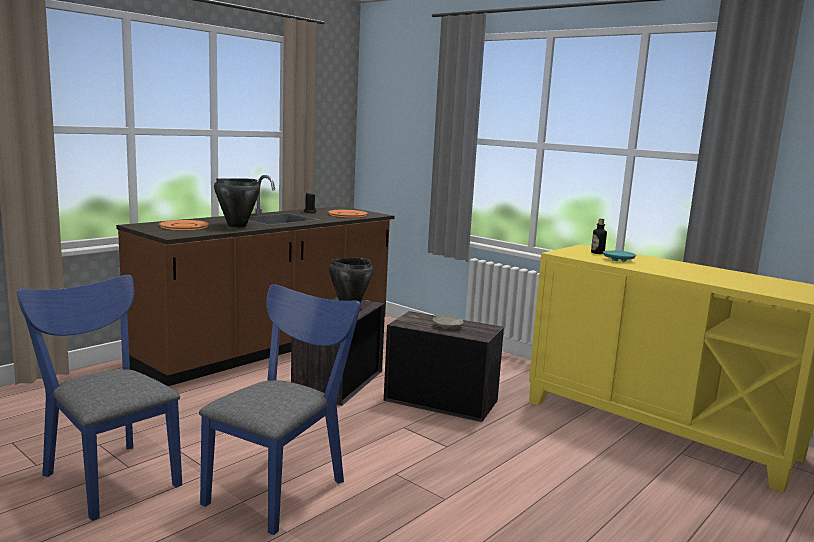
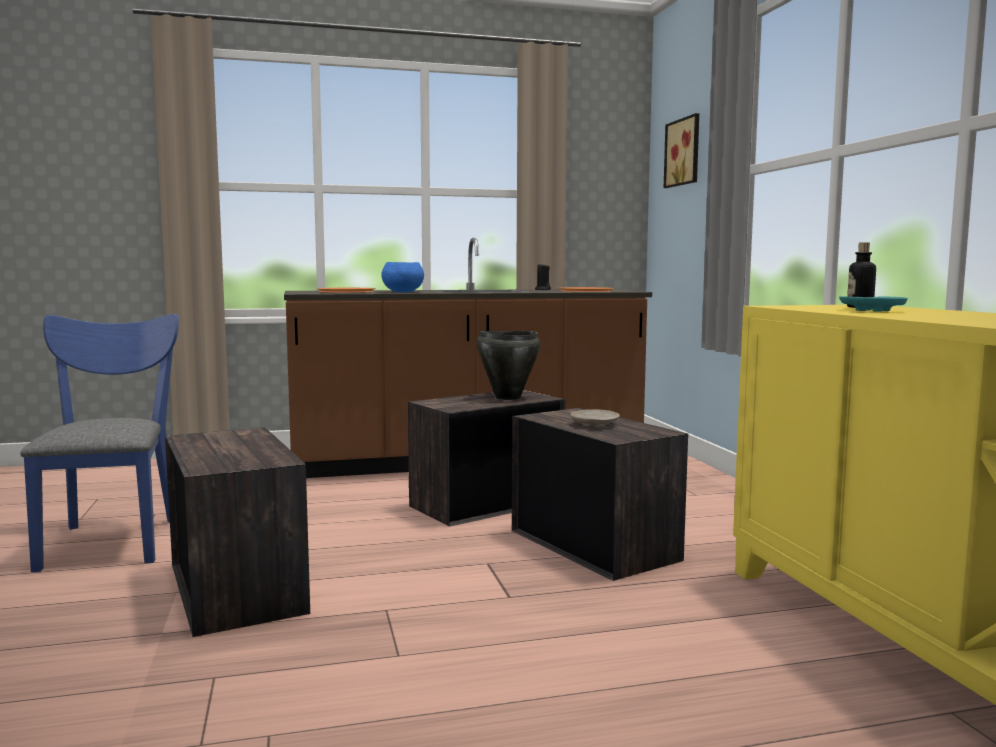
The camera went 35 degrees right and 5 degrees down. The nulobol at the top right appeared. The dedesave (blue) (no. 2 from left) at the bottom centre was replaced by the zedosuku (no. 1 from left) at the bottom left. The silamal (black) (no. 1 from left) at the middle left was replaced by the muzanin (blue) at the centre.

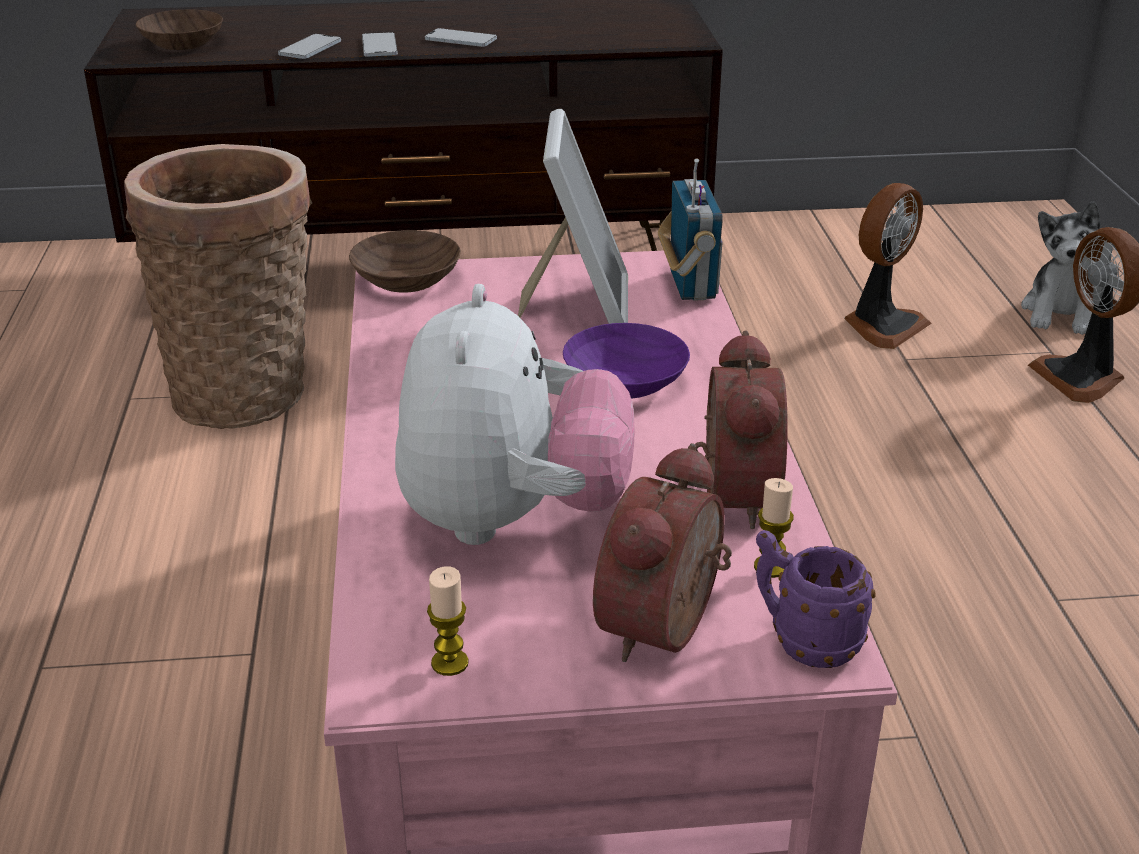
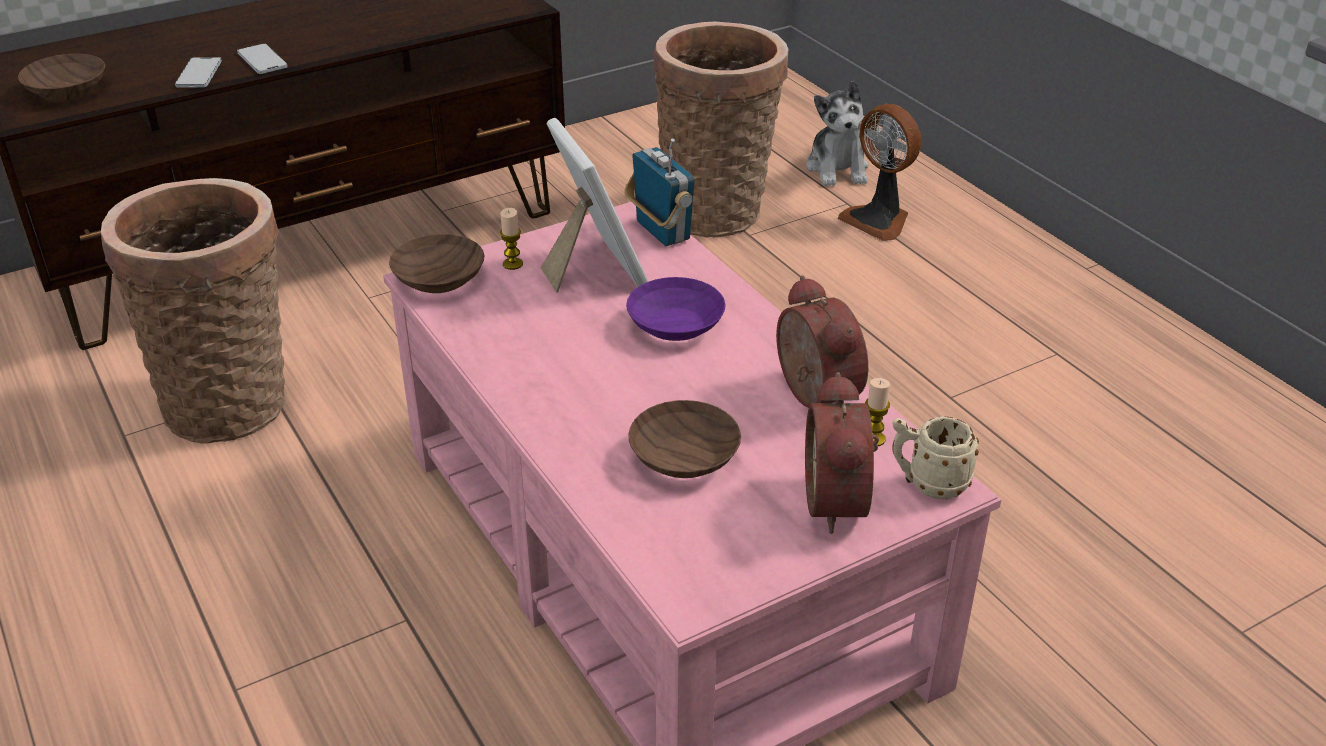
The camera went 25 degrees left and 5 degrees up. The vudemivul (no. 3 from left) at the top centre disappeared. The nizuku (no. 1 from left) moved from the bottom centre to the top centre. The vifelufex (no. 1 from left) at the centre was replaced by the muzanin (brown) (no. 3 from left) at the centre. The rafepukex (no. 1 from left) at the top right was replaced by the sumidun (no. 2 from left) at the top centre. The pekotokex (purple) at the bottom right became the pekotokex (beige) at the middle right.

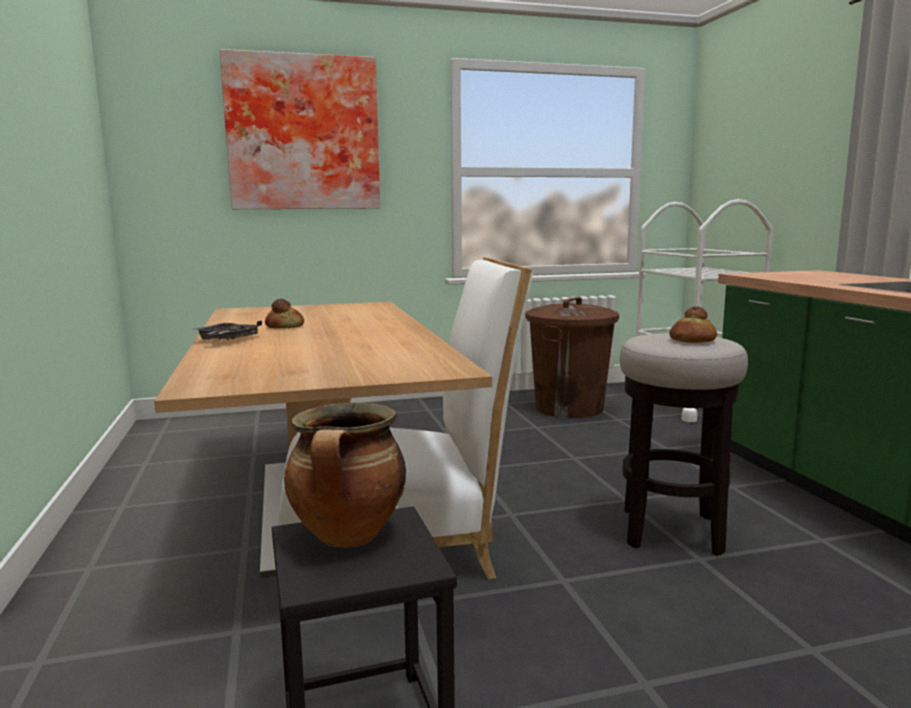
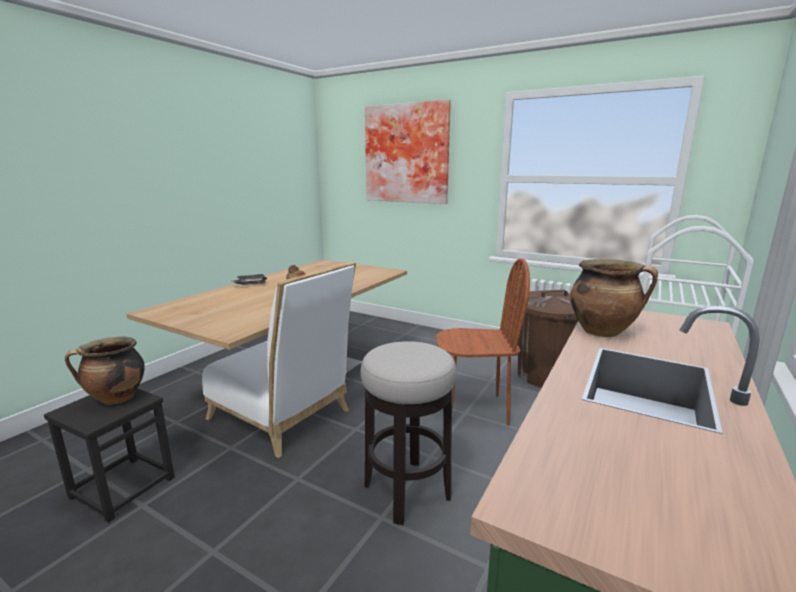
The camera went 45 degrees right and 5 degrees up. The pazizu (no. 2 from left) at the middle right disappeared. The dedesave (brown) at the centre appeared. The silamal (no. 2 from left) at the middle right appeared.

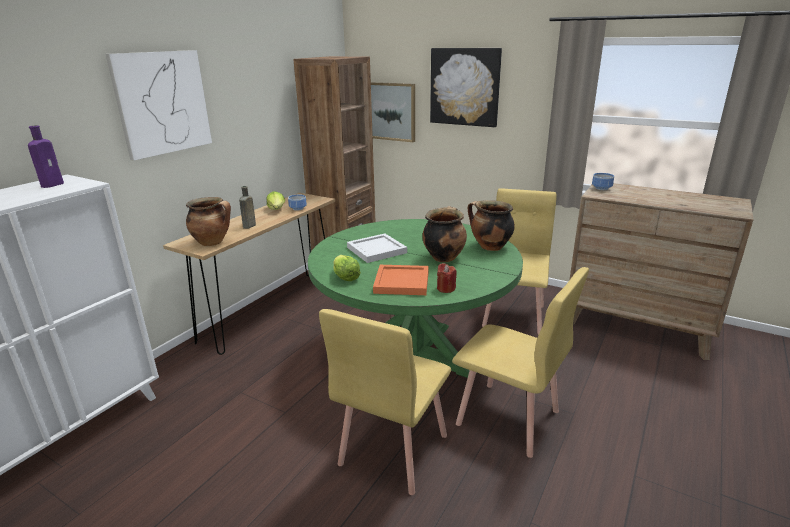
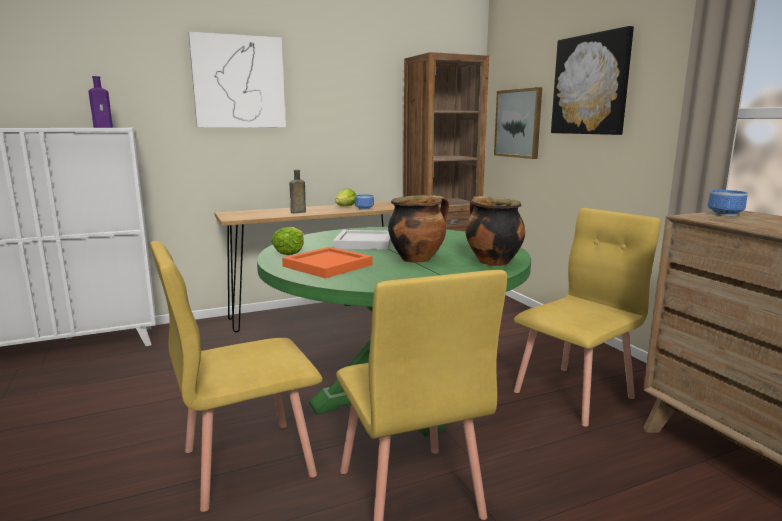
The camera went 35 degrees right and 10 degrees down. The silamal (no. 1 from left) at the middle left disappeared. The nizuku (red) at the centre disappeared.

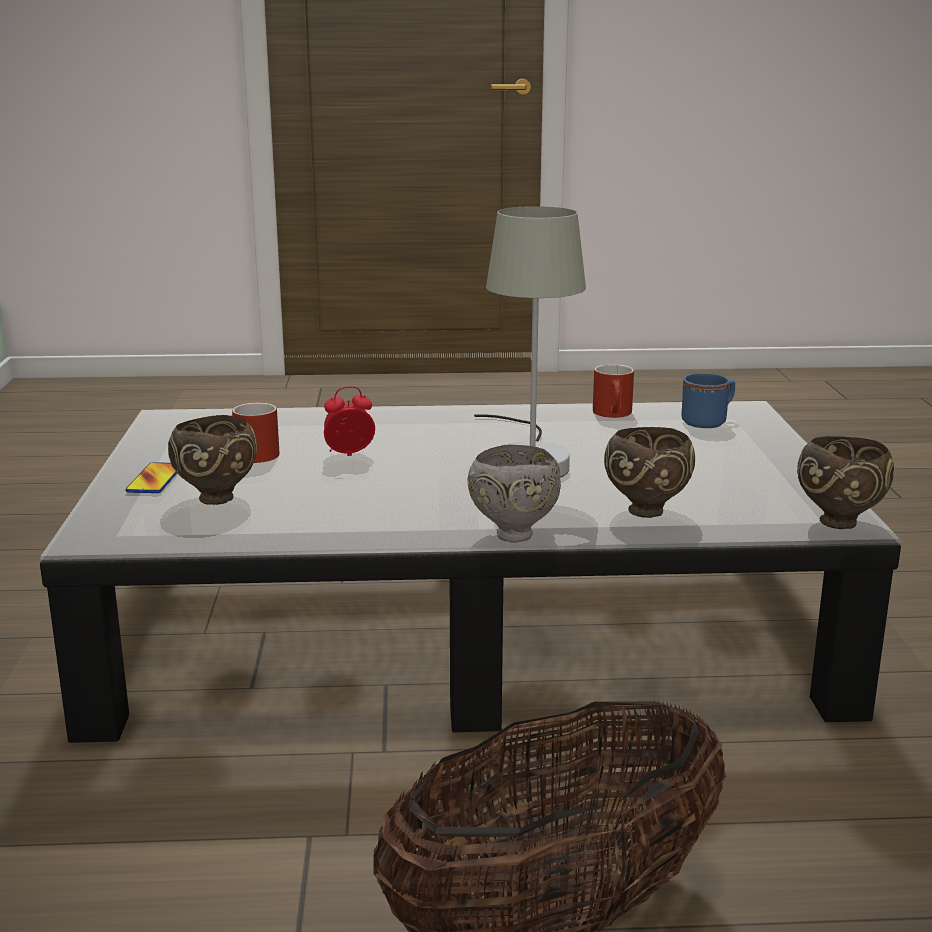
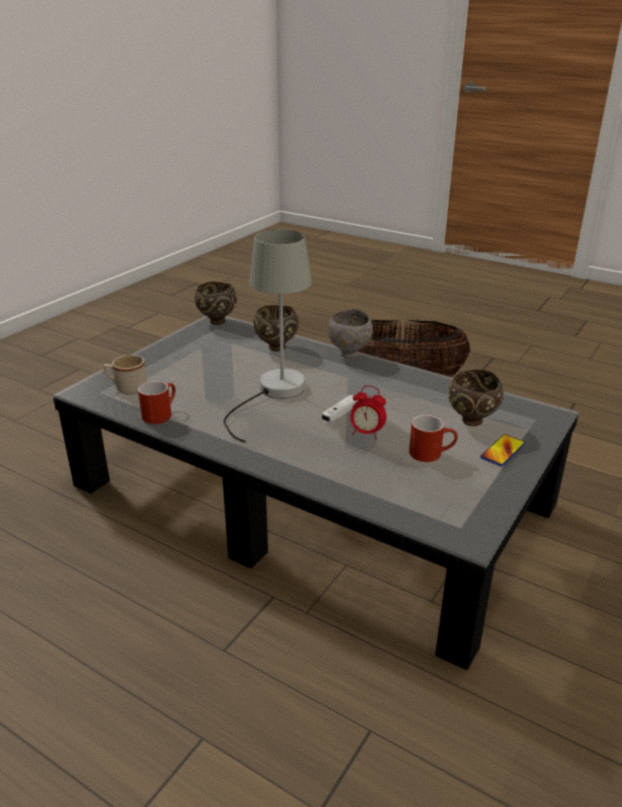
The camera went 145 degrees left and 10 degrees up. The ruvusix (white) at the centre appeared. The pekotokex (blue) at the middle right became the pekotokex (beige) at the middle left.

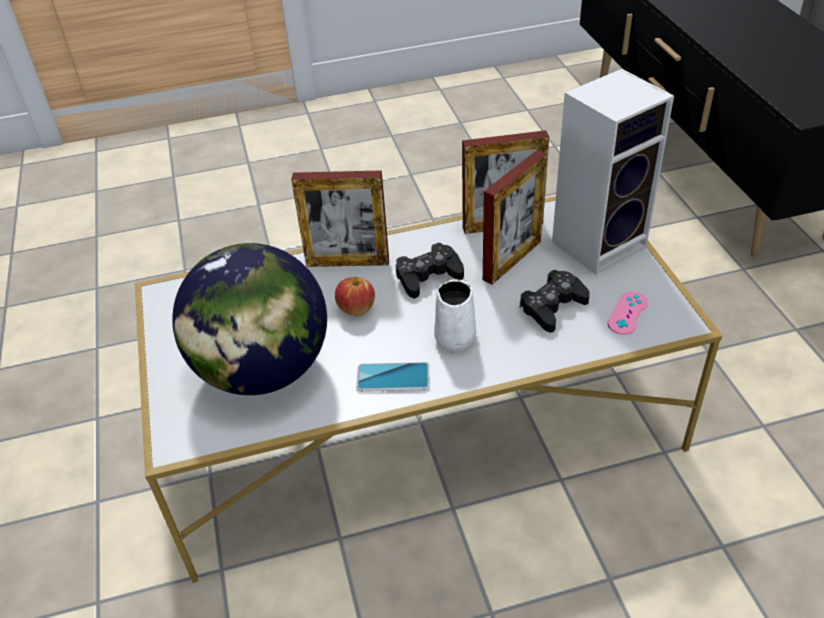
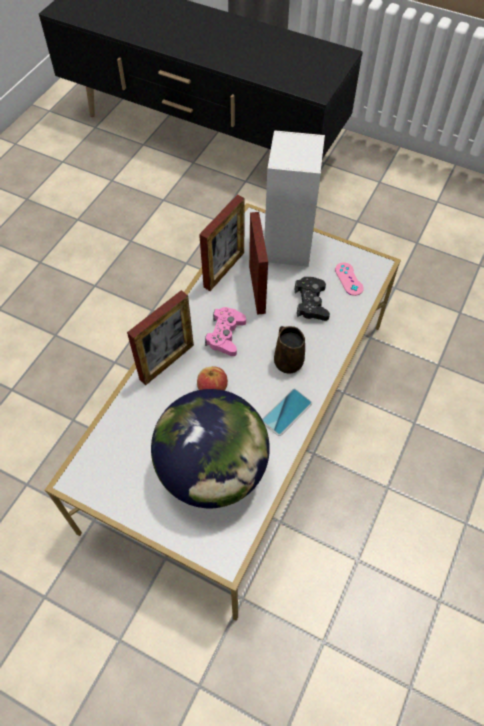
The camera went 50 degrees left and 15 degrees up. The ruvusix (black) (no. 1 from left) at the centre became the ruvusix (pink) (no. 1 from left) at the centre. The pekotokex (white) at the centre became the pekotokex (brown) at the centre.

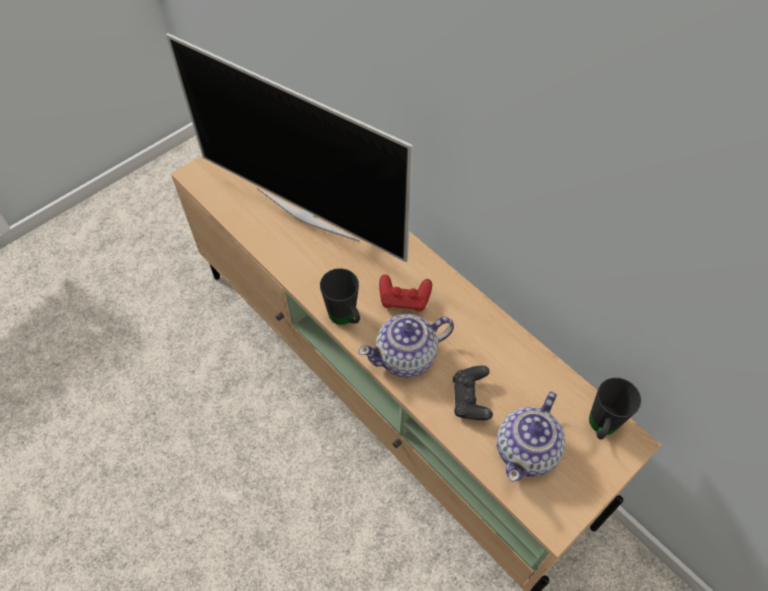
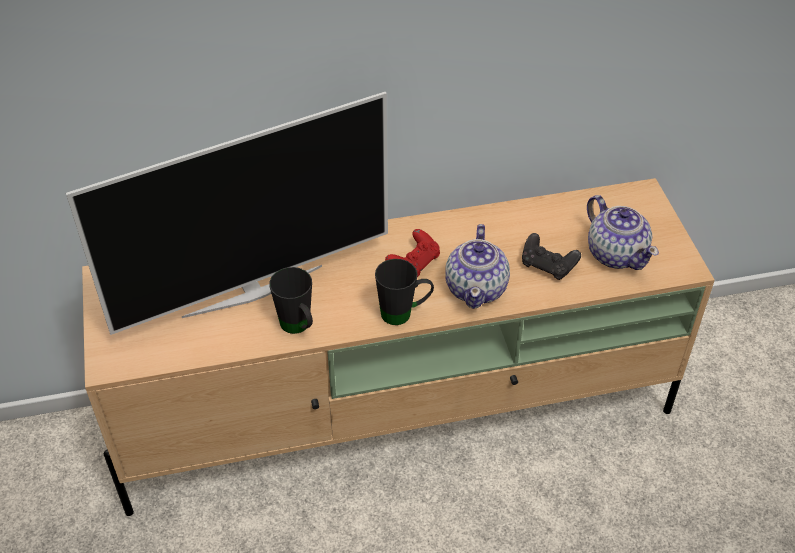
The camera went 60 degrees left and 10 degrees down. The pekotokex (black) (no. 2 from left in the first image) moved from the bottom right to the centre.

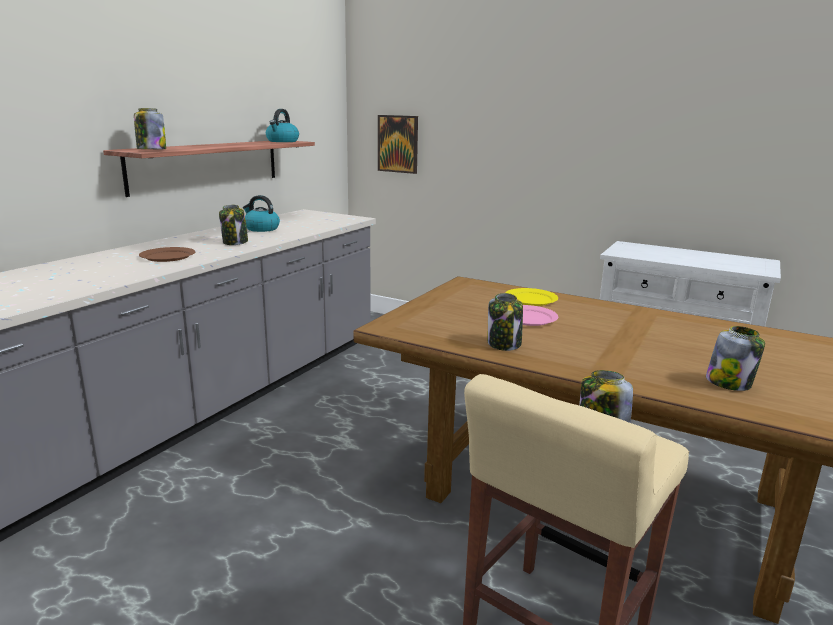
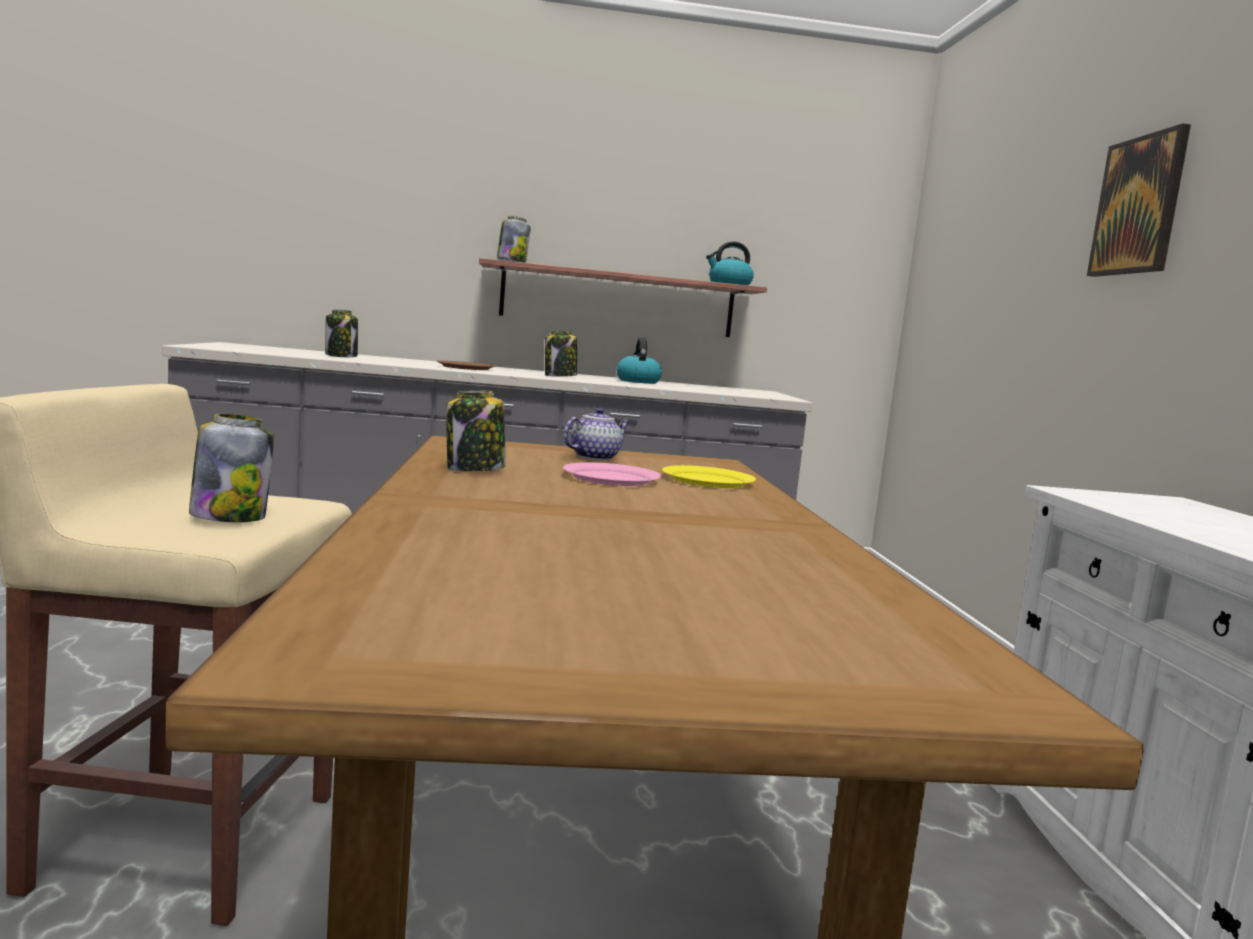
The camera went 55 degrees right and 10 degrees down. The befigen at the centre appeared. The nulobol moved from the top centre to the top right. The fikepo (no. 5 from left in the first image) moved from the middle right to the middle left.

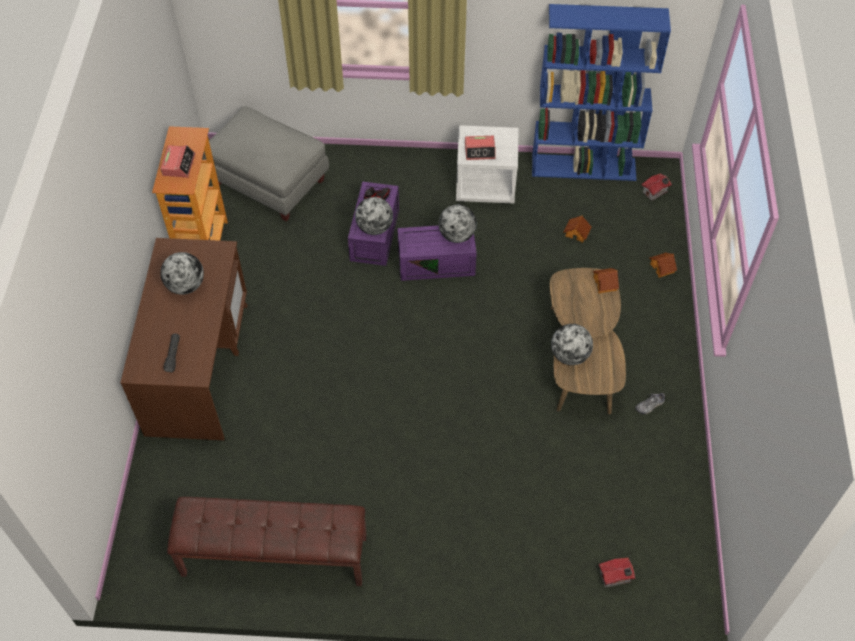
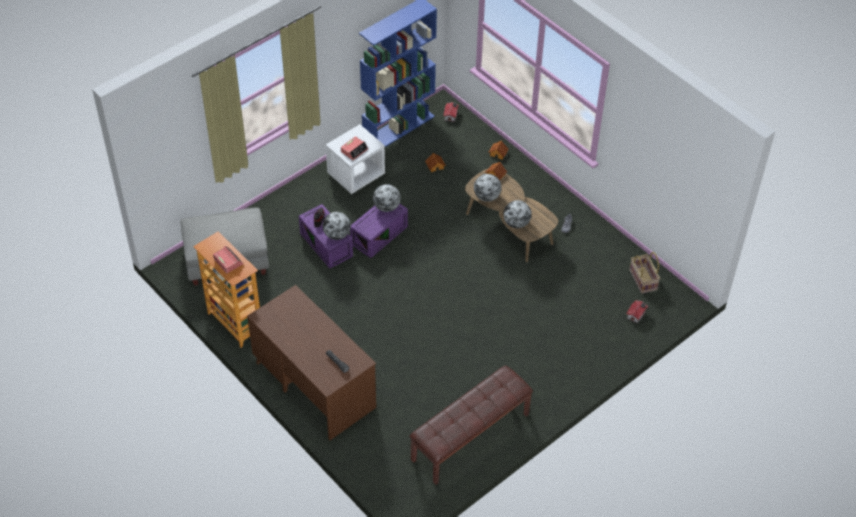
The camera went 45 degrees left and 5 degrees down. The sumidun at the middle right appeared. The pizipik (no. 1 from left in the first image) moved from the middle left to the centre.

